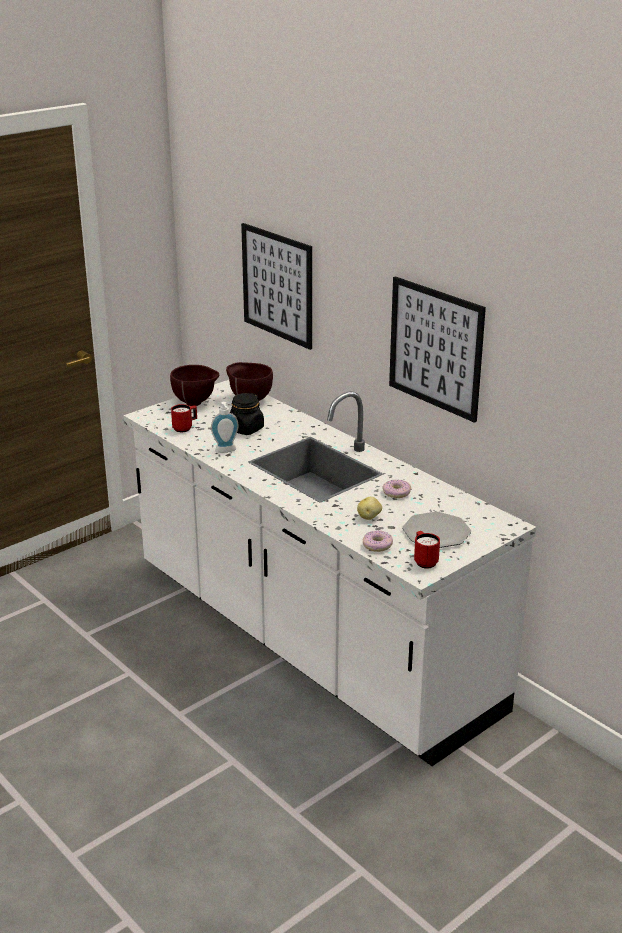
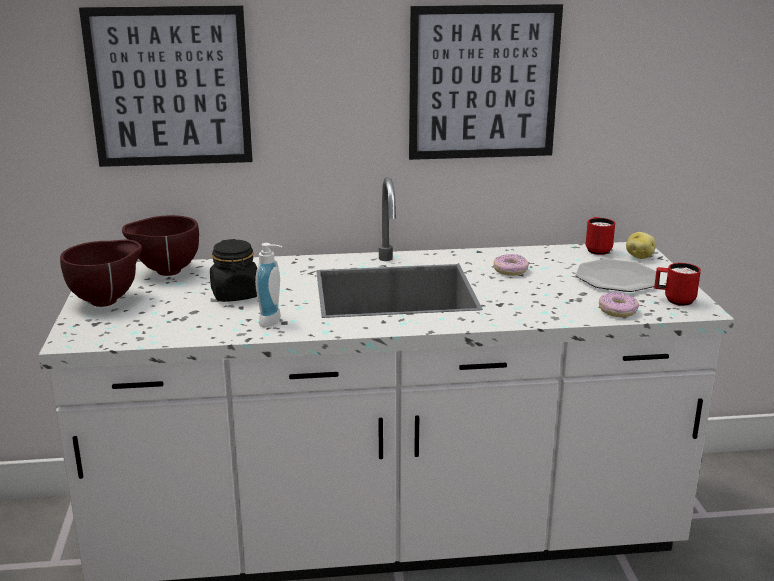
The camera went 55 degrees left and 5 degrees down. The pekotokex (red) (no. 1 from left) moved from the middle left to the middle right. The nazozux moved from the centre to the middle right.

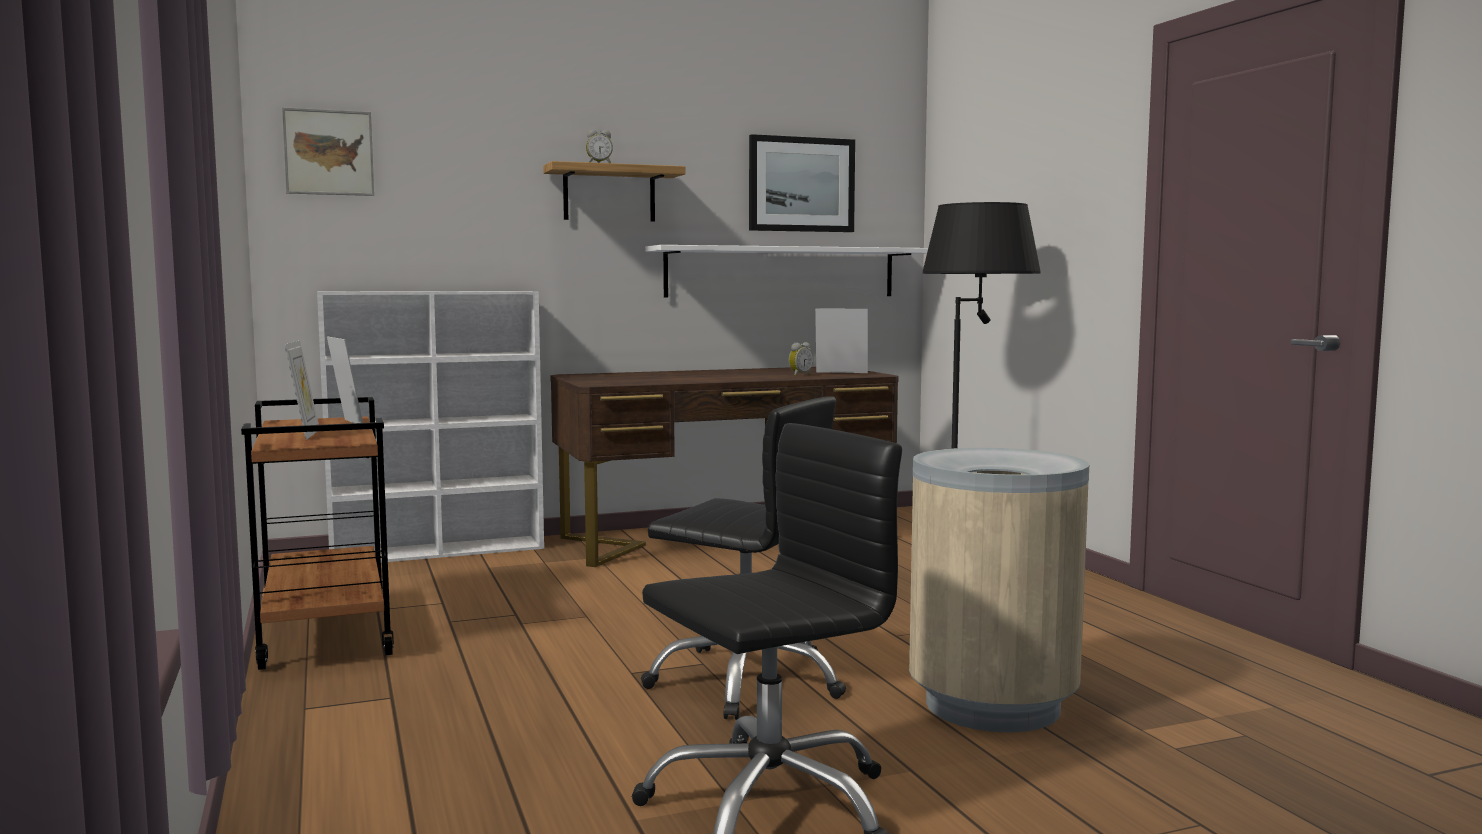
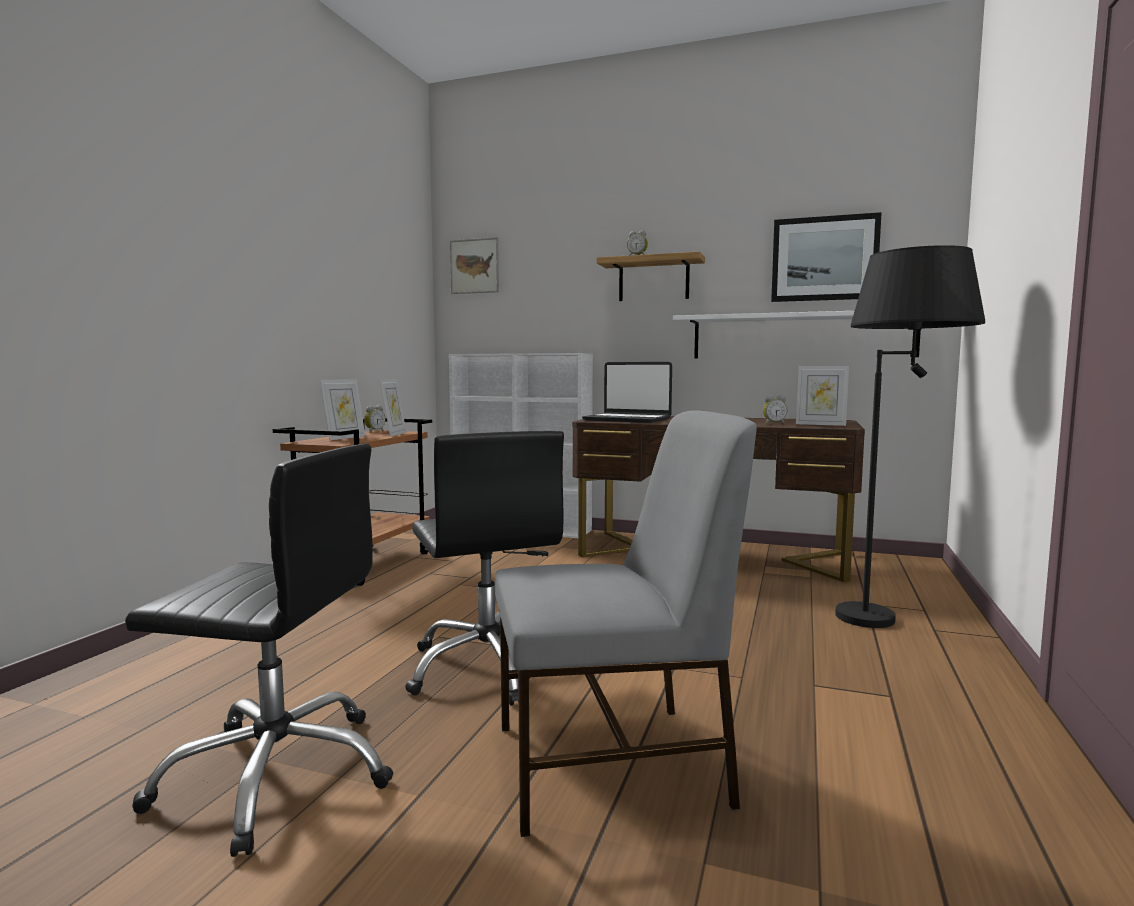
The camera went 40 degrees right and 0 degrees up. The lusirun (no. 1 from left) at the middle left appeared. The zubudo at the centre appeared. The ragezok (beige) at the bottom right was replaced by the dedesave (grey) at the bottom centre. The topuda (no. 3 from left) at the centre turned 150 degrees clockwise.

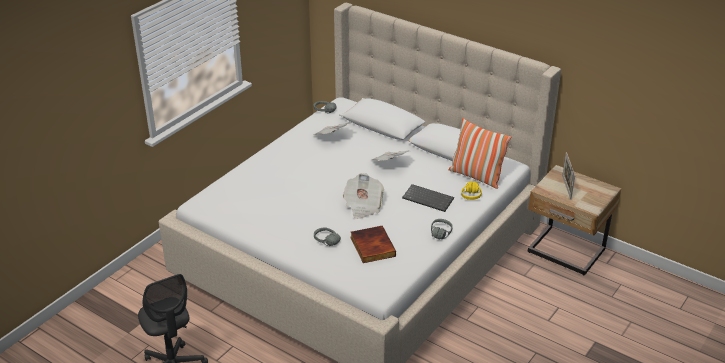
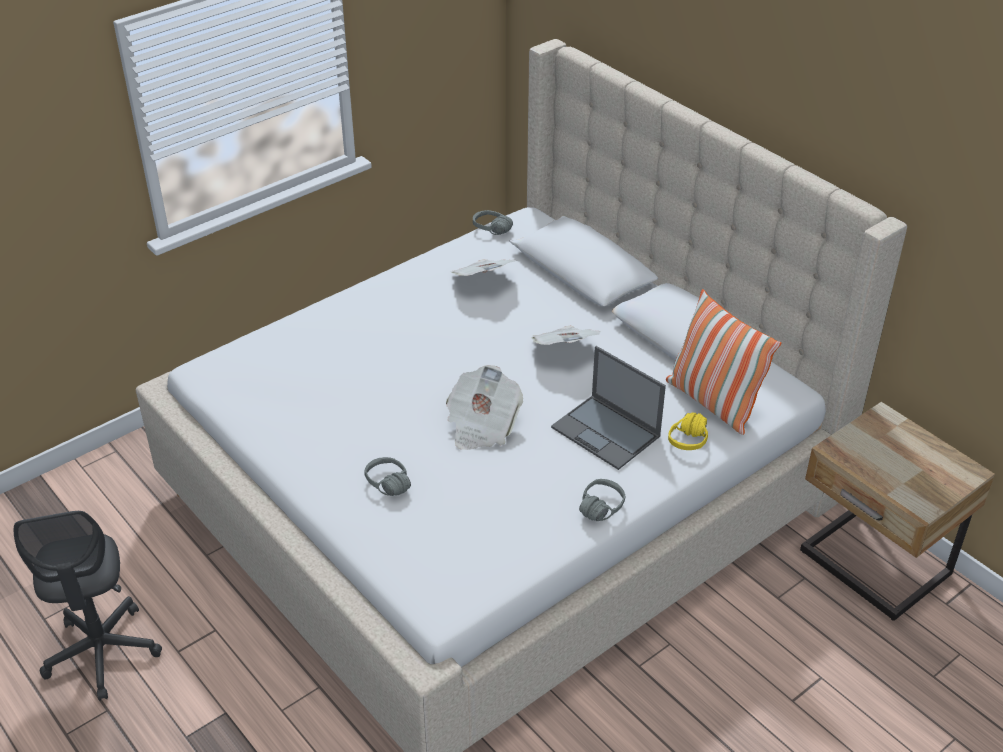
The camera went 15 degrees right and 5 degrees up. The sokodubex at the bottom centre disappeared. The topuda at the middle right disappeared. The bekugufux at the centre was replaced by the zubudo at the centre.

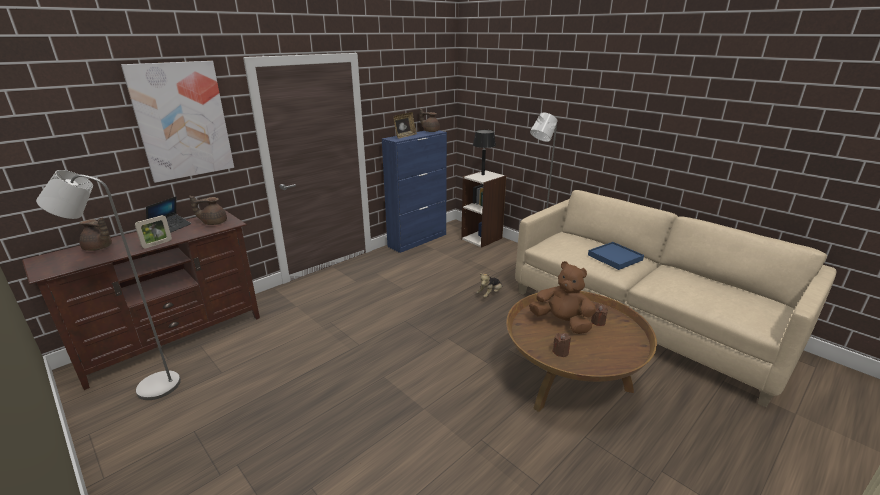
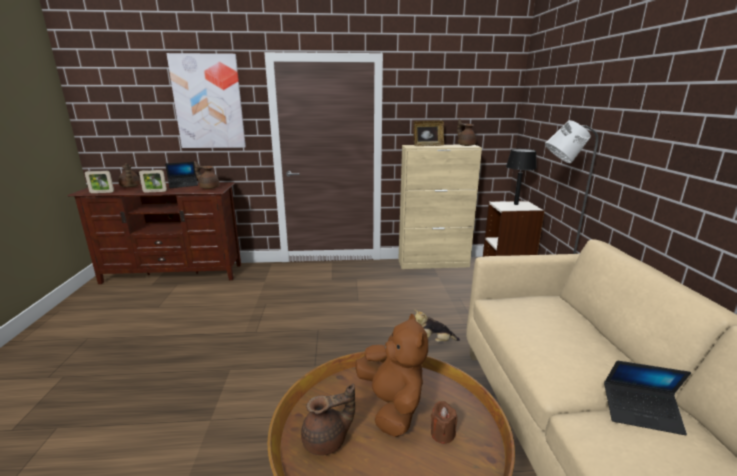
The camera went 40 degrees right and 5 degrees down. The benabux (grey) (no. 1 from left) at the middle left disappeared. The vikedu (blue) at the middle right disappeared. The topuda (no. 1 from left) at the middle left appeared. The zubudo (no. 2 from left) at the bottom right appeared. The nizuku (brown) (no. 1 from left) at the bottom centre was replaced by the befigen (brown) (no. 3 from left) at the bottom centre. The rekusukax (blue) at the centre became the rekusukax (beige) at the centre.

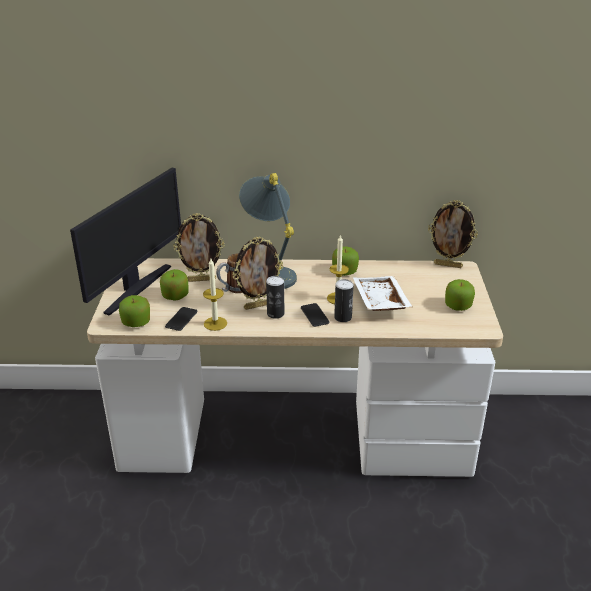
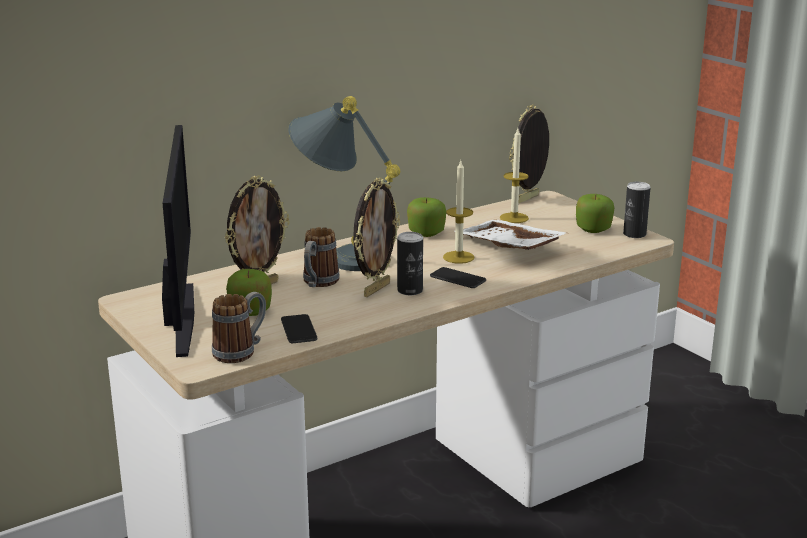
The camera went 35 degrees left and 10 degrees down. The nizuku (no. 1 from left in the first image) moved from the centre to the top centre. The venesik (no. 2 from left) moved from the centre to the middle right. The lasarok (no. 1 from left) at the middle left was replaced by the pekotokex (no. 1 from left) at the middle left. The topuda (no. 3 from left) at the middle right turned 150 degrees clockwise.

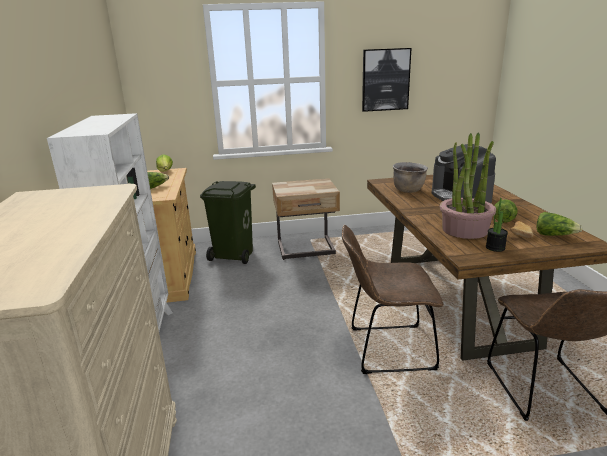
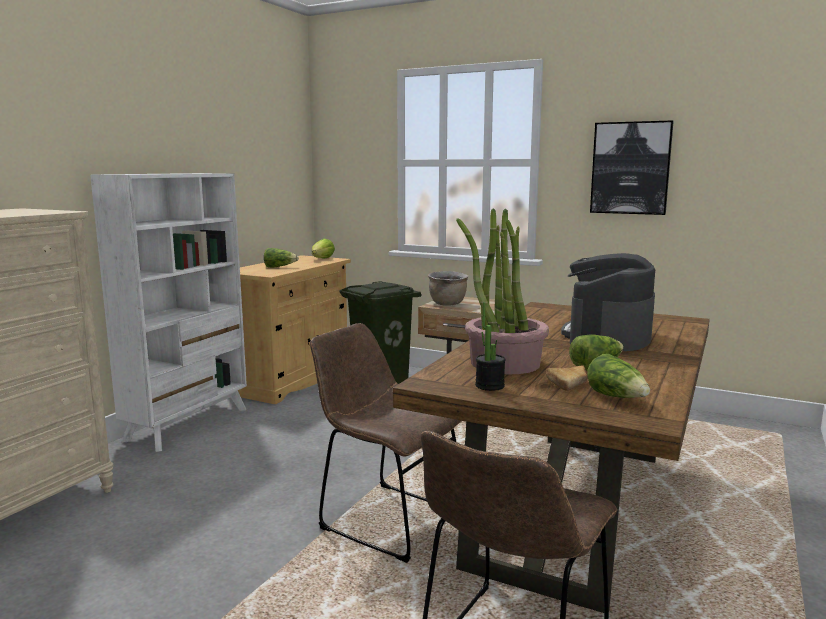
The camera went 35 degrees right and 10 degrees down. The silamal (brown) moved from the middle right to the centre.

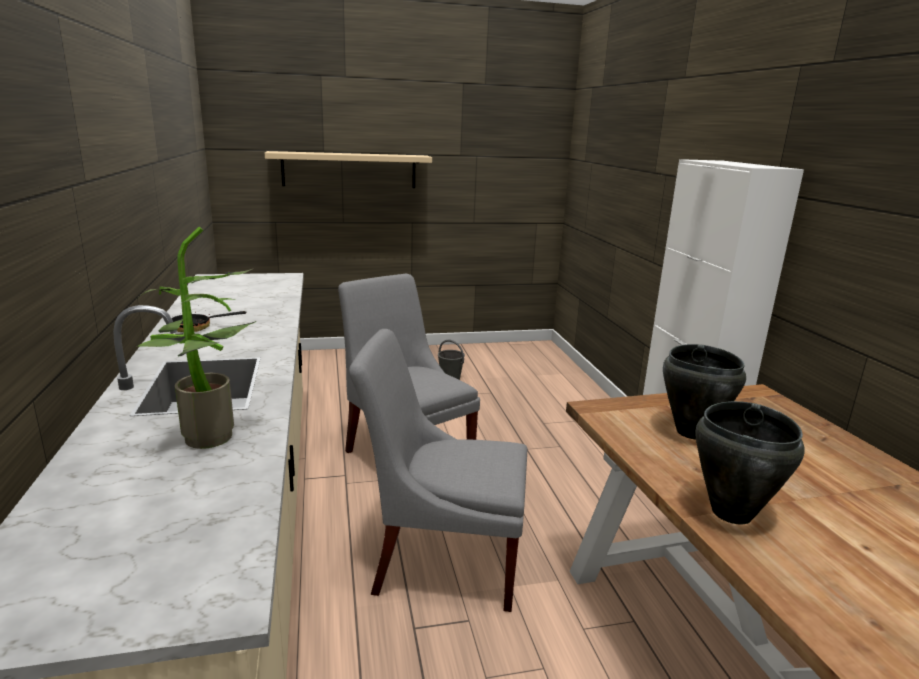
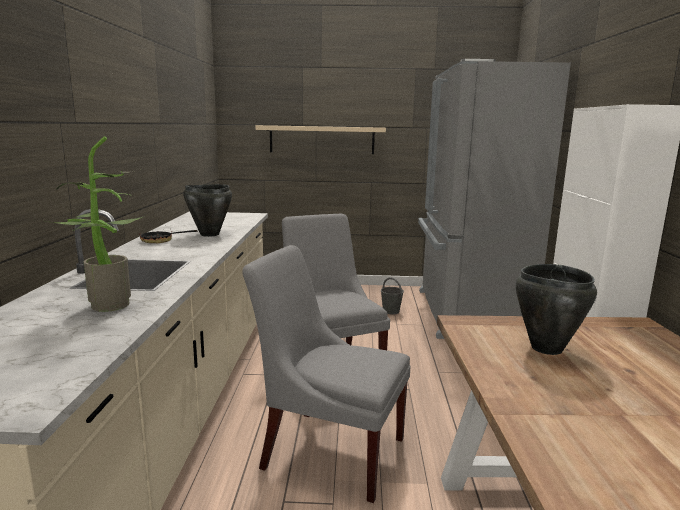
The camera went 15 degrees right and 5 degrees down. The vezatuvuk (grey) at the middle right appeared. The silamal (black) (no. 2 from left in the first image) moved from the bottom right to the middle left.

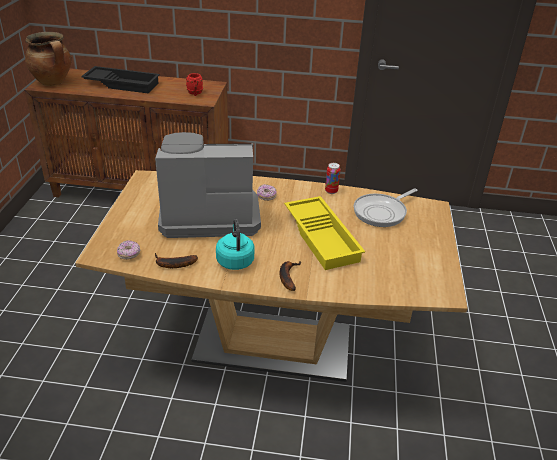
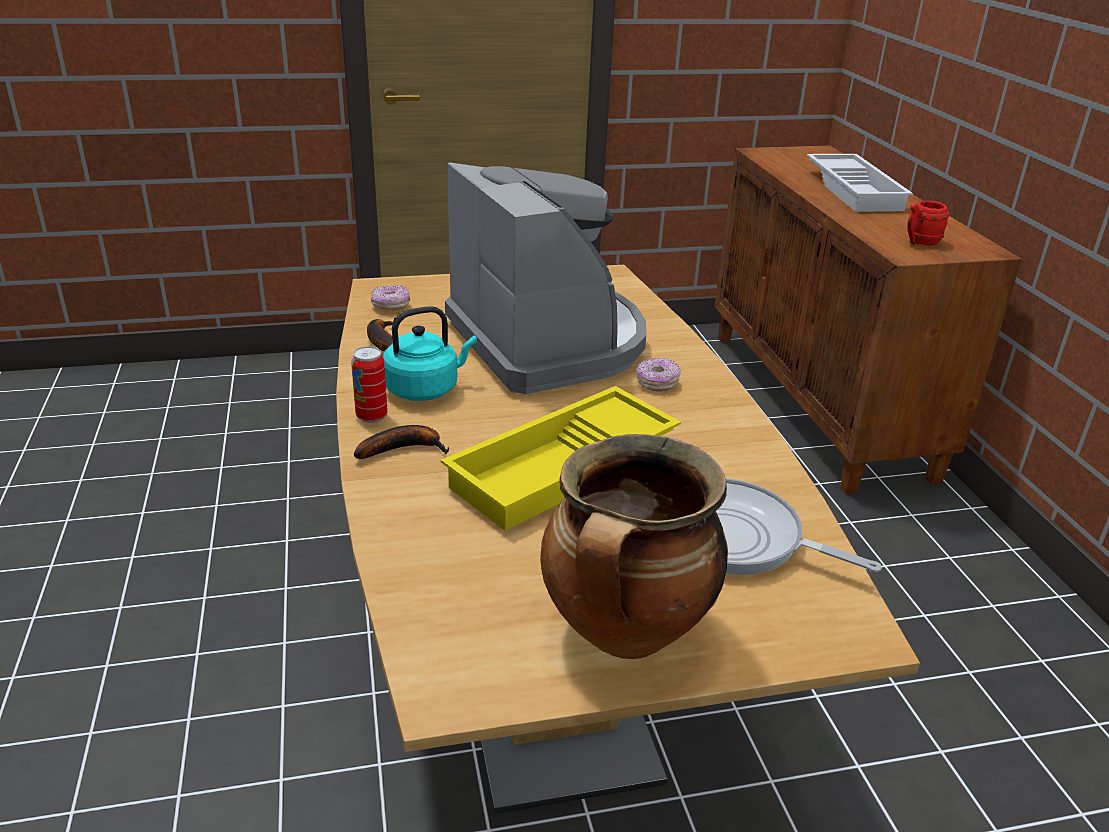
The camera went 70 degrees right and 5 degrees down. The silamal moved from the top left to the centre. The venesik moved from the centre to the middle left. The vikedu (black) at the top left became the vikedu (white) at the top right.

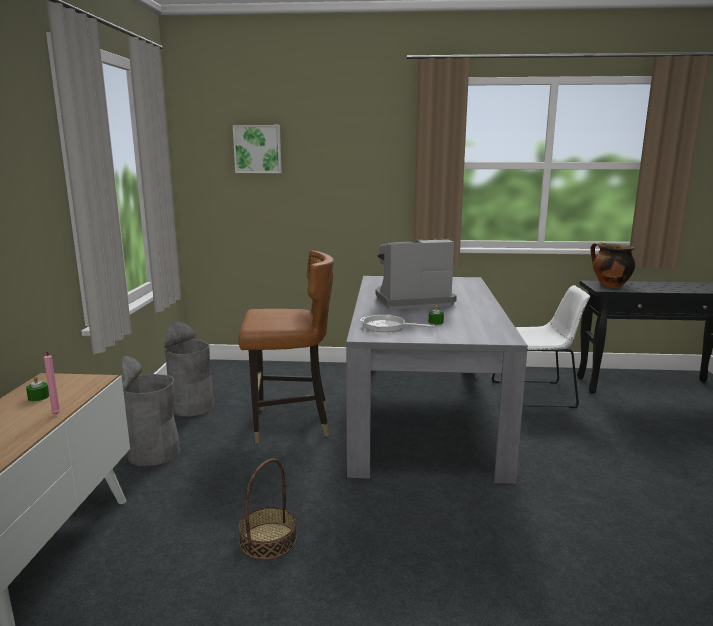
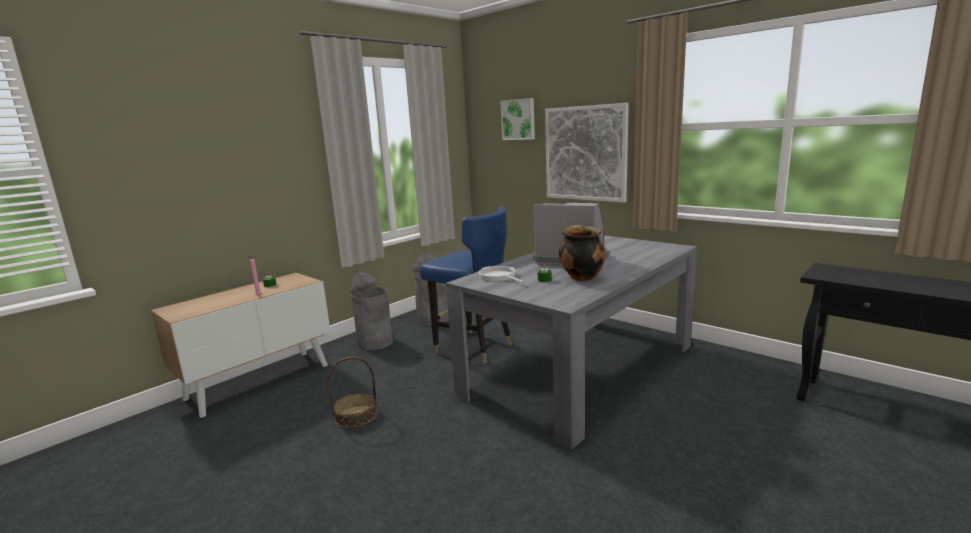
The camera went 40 degrees right and 0 degrees up. The dedesave (white) at the middle right disappeared. The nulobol (no. 2 from left) at the top centre appeared. The silamal moved from the middle right to the centre. The dedesave (brown) at the centre became the dedesave (blue) at the centre.

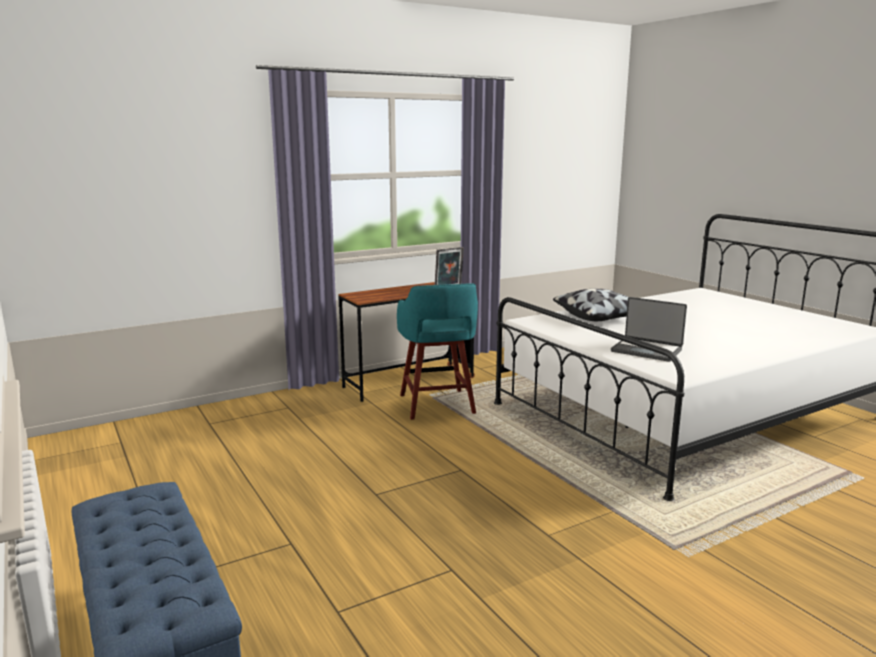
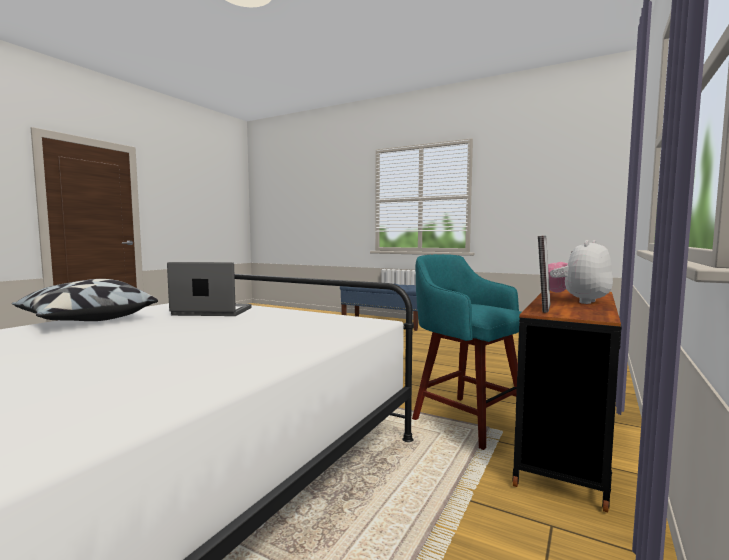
The camera went 150 degrees right and 10 degrees down. The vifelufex at the middle right appeared. The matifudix moved from the middle right to the middle left.

